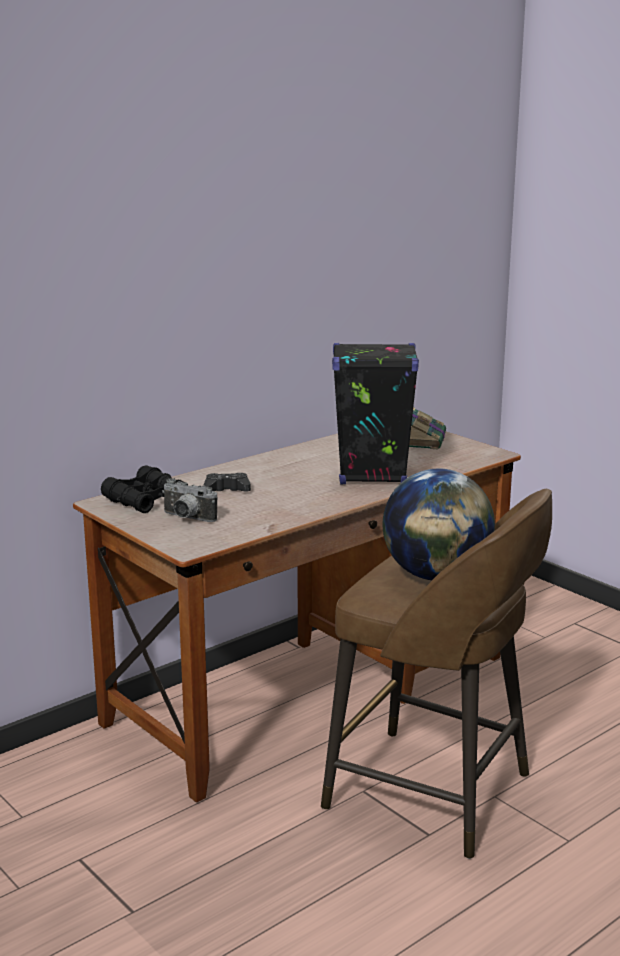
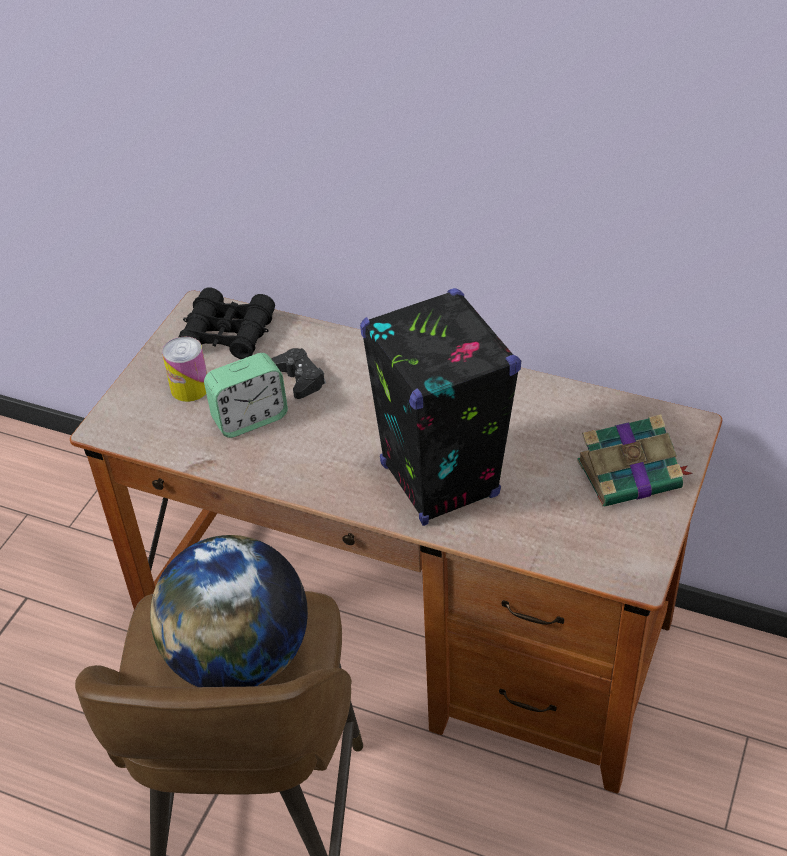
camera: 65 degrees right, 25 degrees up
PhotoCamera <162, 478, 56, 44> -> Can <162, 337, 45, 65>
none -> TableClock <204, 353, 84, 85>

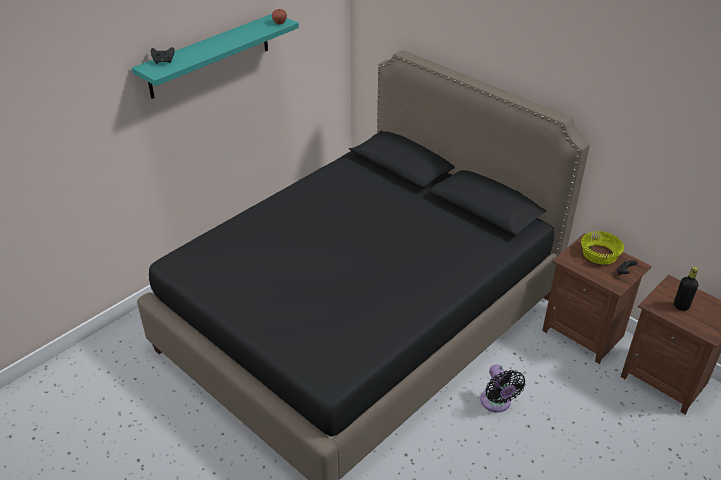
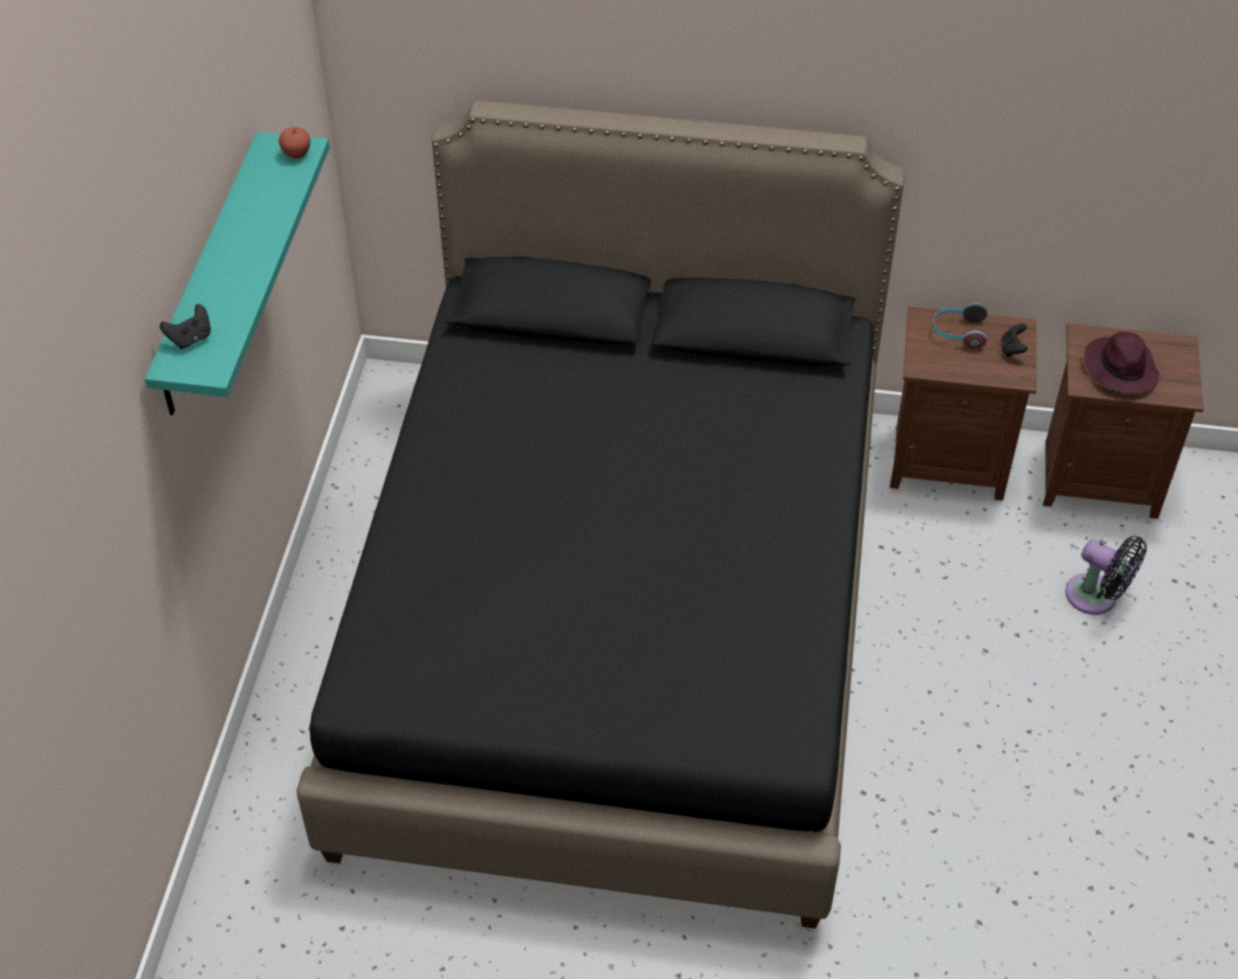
camera: 35 degrees left, 10 degrees up
BlackCoolingFan <480, 365, 45, 48> -> BlackCoolingFan <1065, 536, 82, 79>, shifted
YellowBowl <581, 231, 43, 34> -> PairOfHeadphones <933, 303, 54, 46>
BlackBeverageBottle <674, 267, 24, 44> -> PurplishClothingHat <1084, 332, 76, 62>

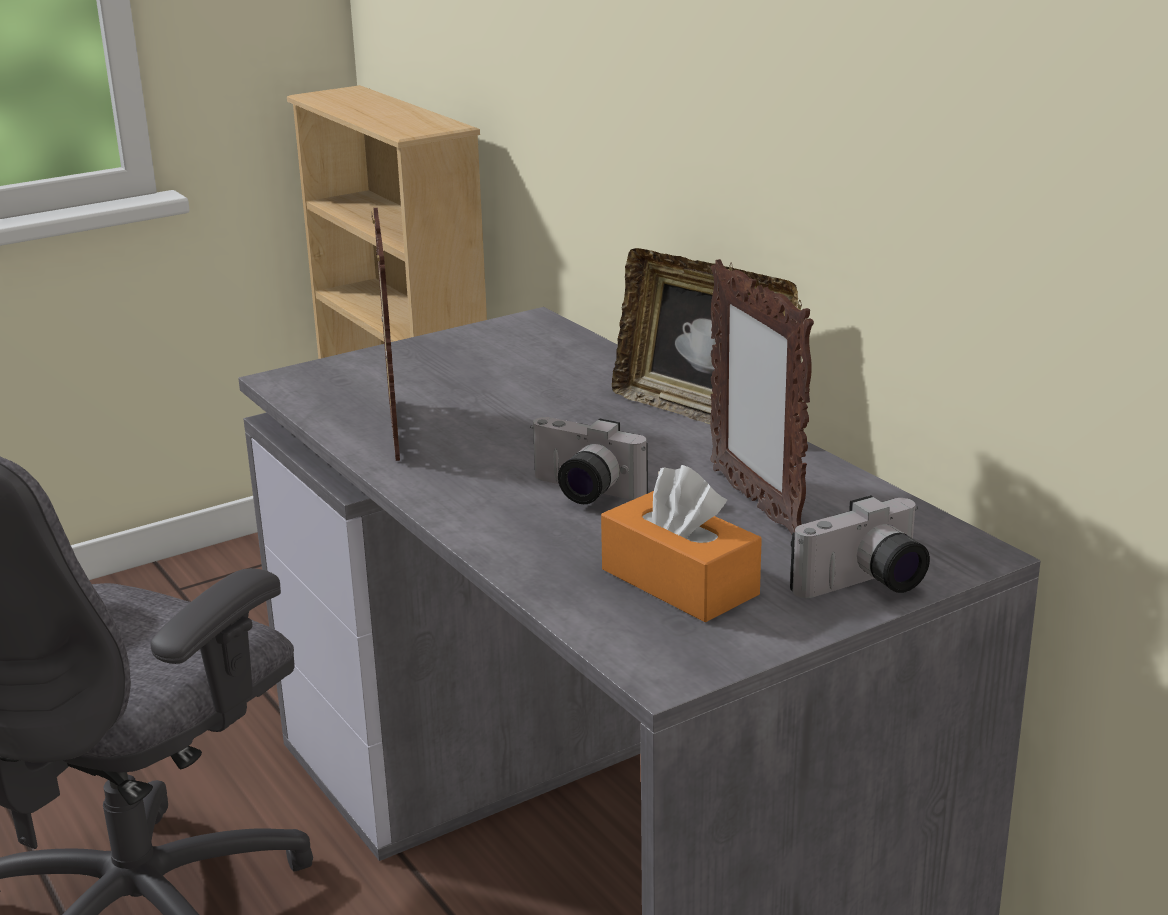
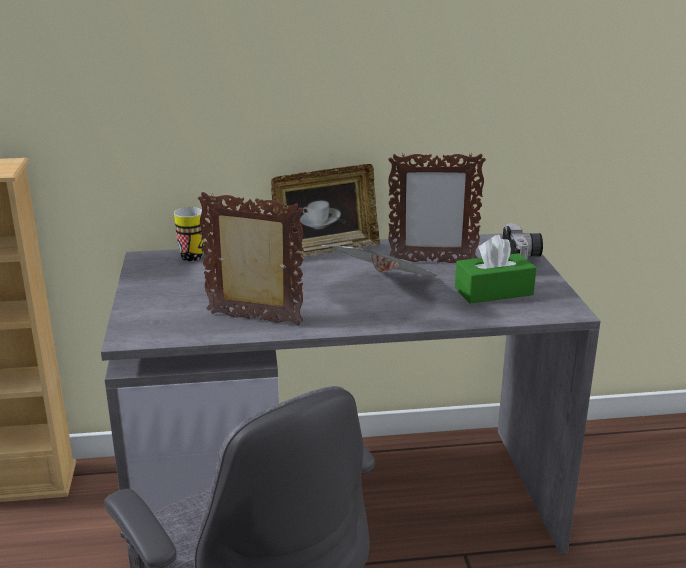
camera: 65 degrees left, 0 degrees up
PhotoCamera <530, 417, 118, 87> -> DailyPaper <322, 245, 115, 31>
OrangeBoxOfTissues <601, 465, 161, 157> -> GreenColouredBoxOfTissues <455, 235, 82, 69>
none -> Mug <174, 207, 30, 55>

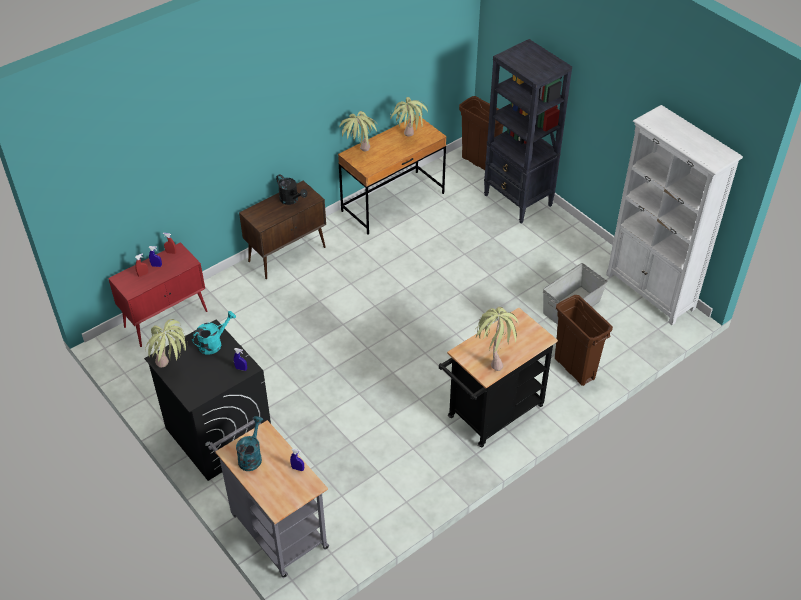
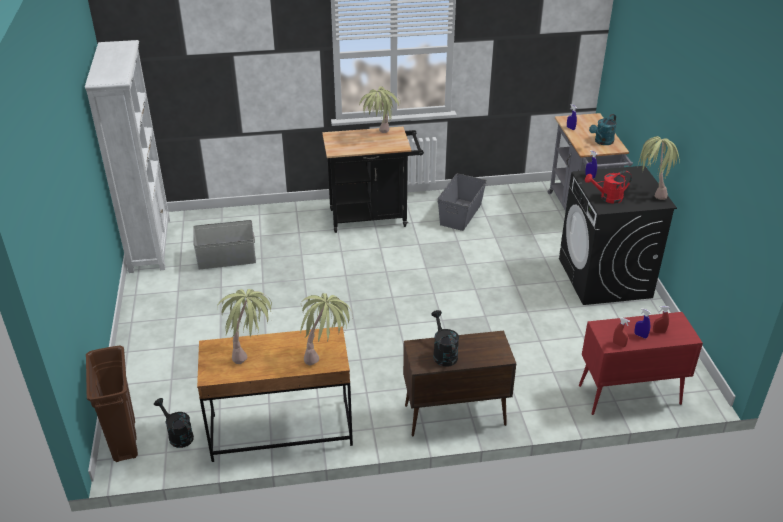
camera: 150 degrees left, 10 degrees down
TurquoiseColouredWateringPot <192, 311, 44, 44> -> RedWateringPot <585, 171, 47, 33>
BlackBookshelf <484, 39, 88, 184> -> none
BrownishRubbishBin <555, 295, 58, 91> -> none
none -> BlackWateringPot <154, 398, 40, 50>
none -> GreyStorageBin <437, 173, 50, 58>

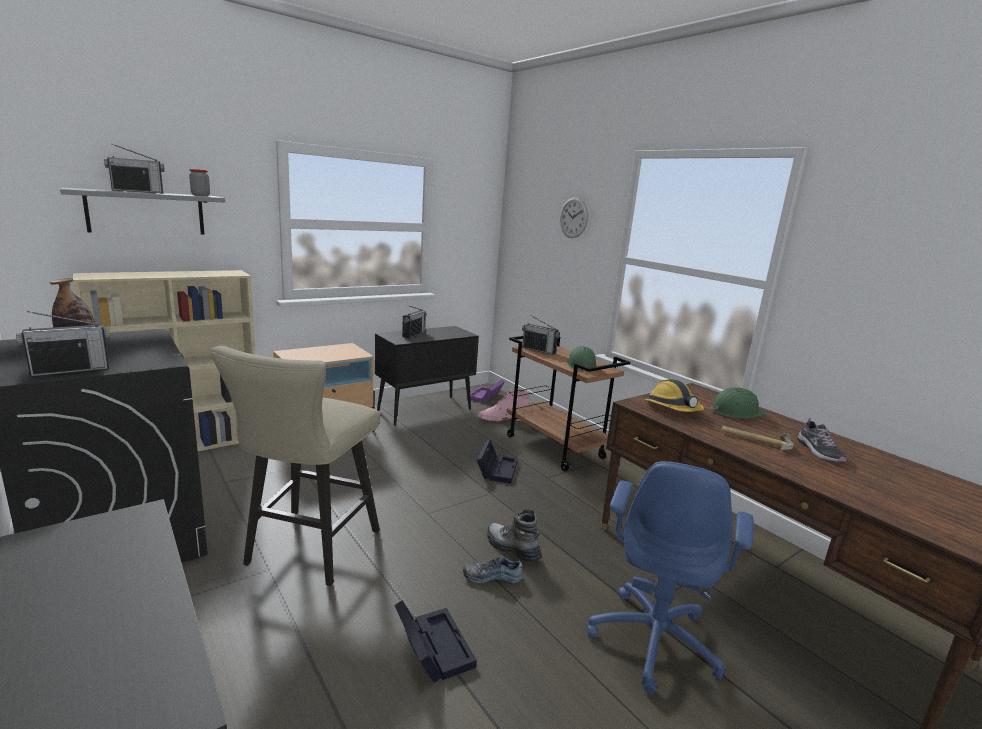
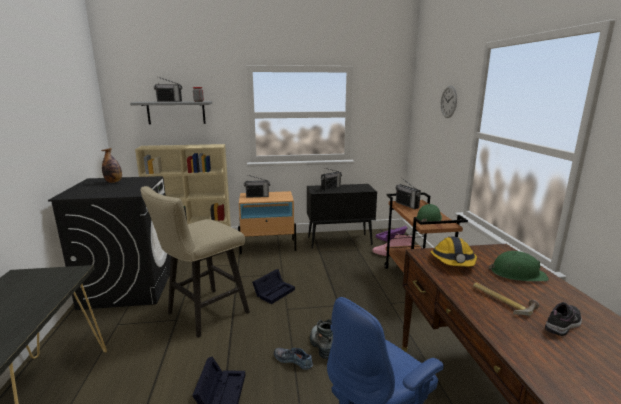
camera: 30 degrees right, 0 degrees up
RadioSet <16, 311, 94, 66> -> RadioSet <244, 175, 26, 23>, shifted
BlackStorageBin <477, 439, 41, 45> -> BlackStorageBin <252, 269, 43, 35>, shifted
LowShoe <797, 418, 49, 44> -> LowShoe <545, 302, 37, 34>, 150 degrees counterclockwise

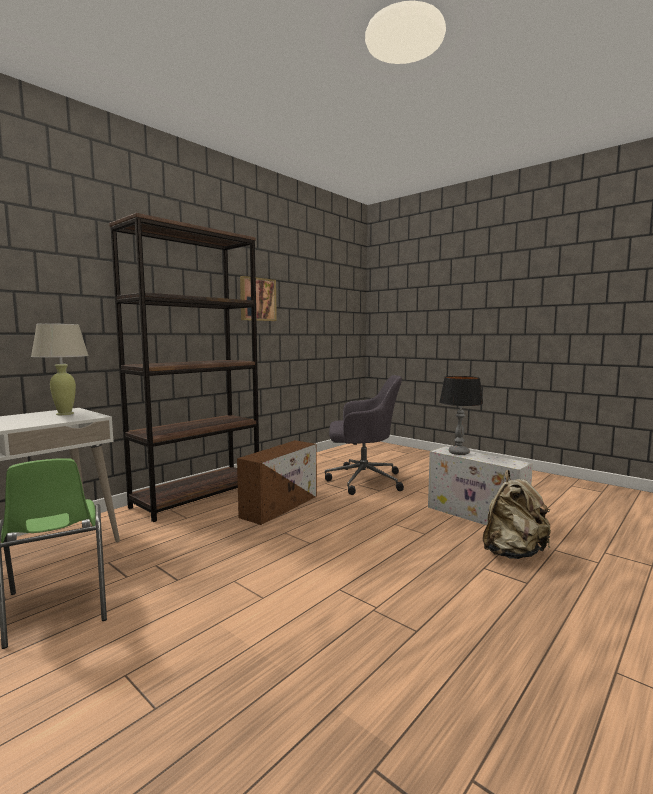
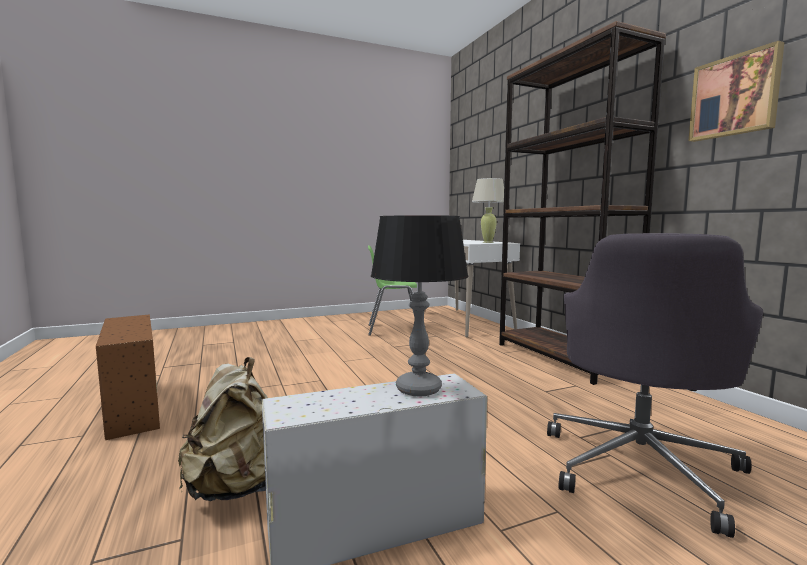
camera: 115 degrees right, 0 degrees up
BrownishStorageBin <237, 440, 80, 85> -> BrownishStorageBin <96, 315, 64, 125>, shifted

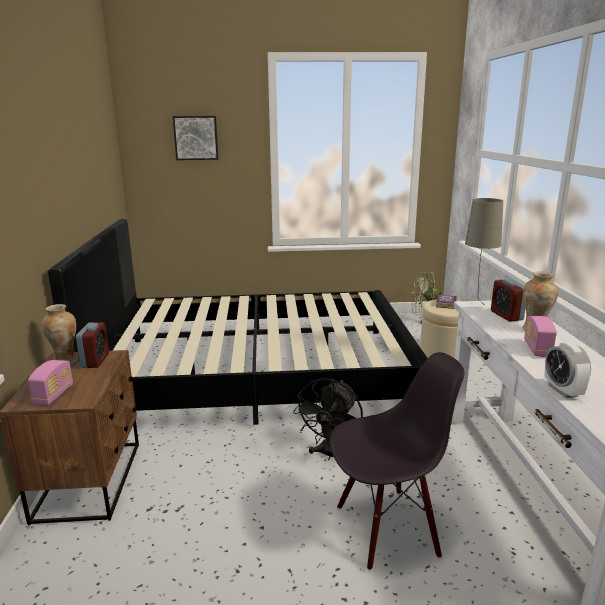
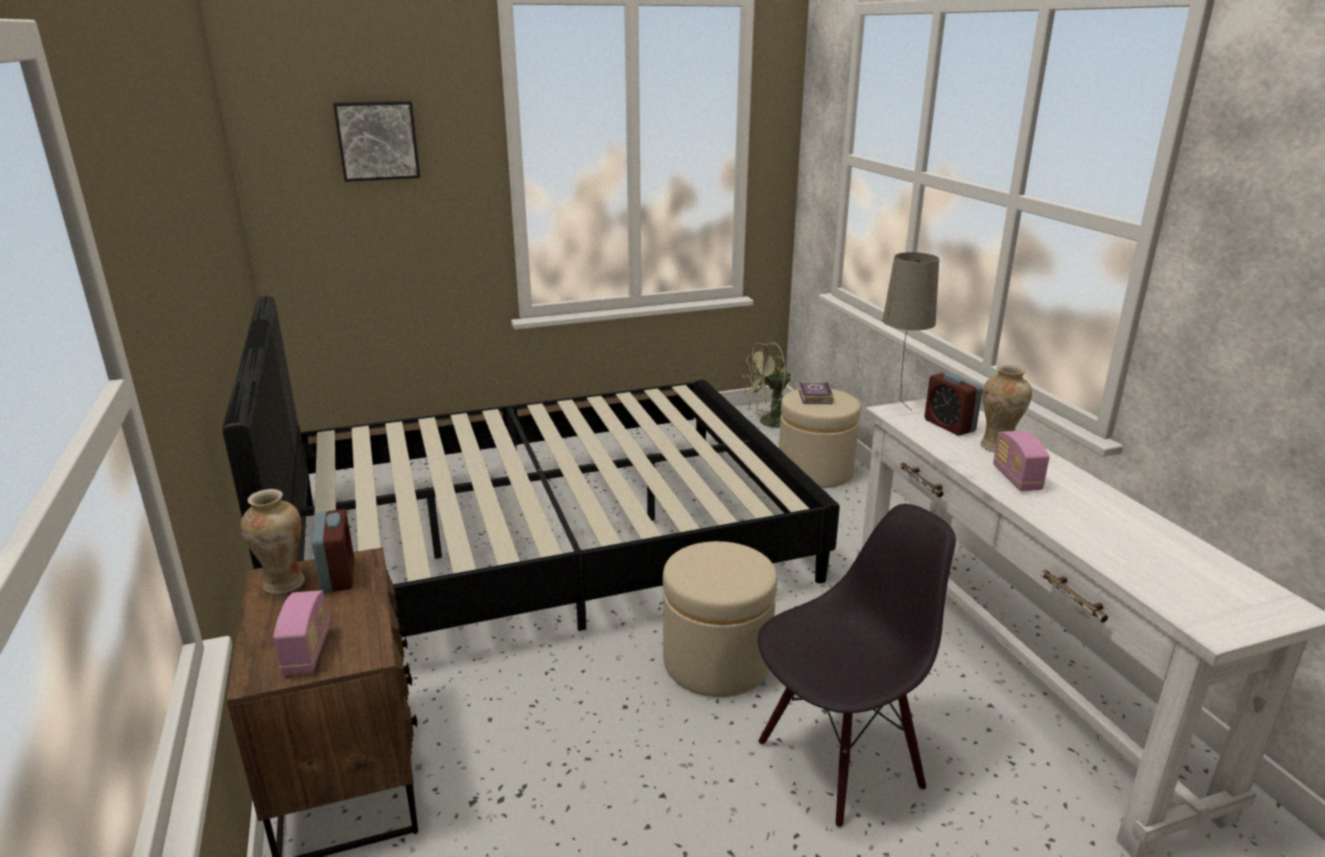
camera: 15 degrees left, 5 degrees up
BlackCoolingFan <293, 378, 70, 82> -> BeigeColouredOttoman <663, 541, 114, 156>
TableClock <544, 342, 47, 56> -> none

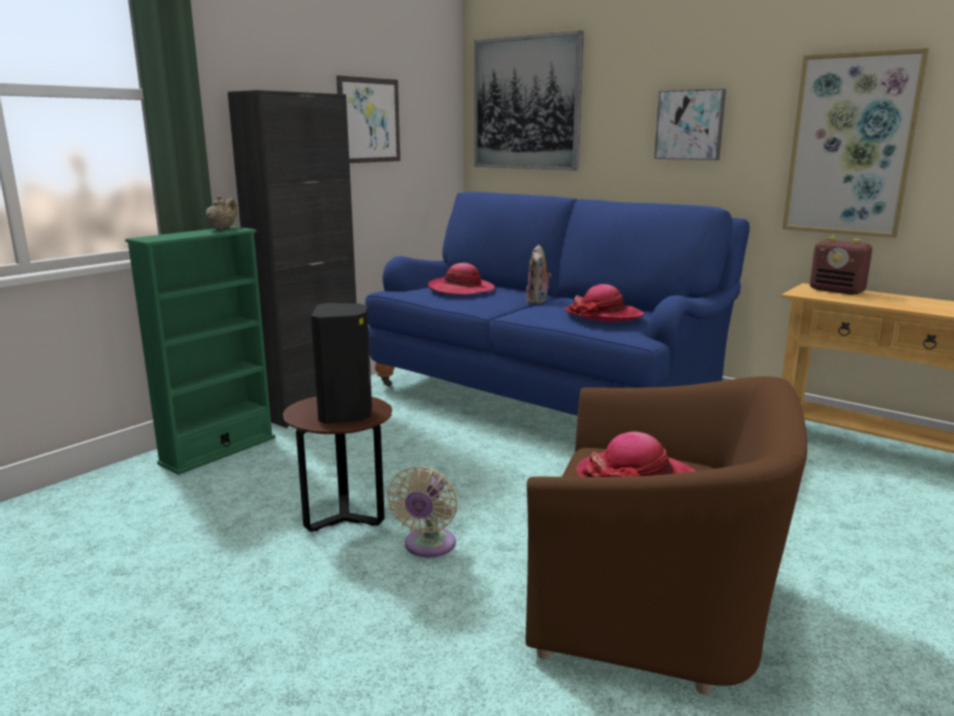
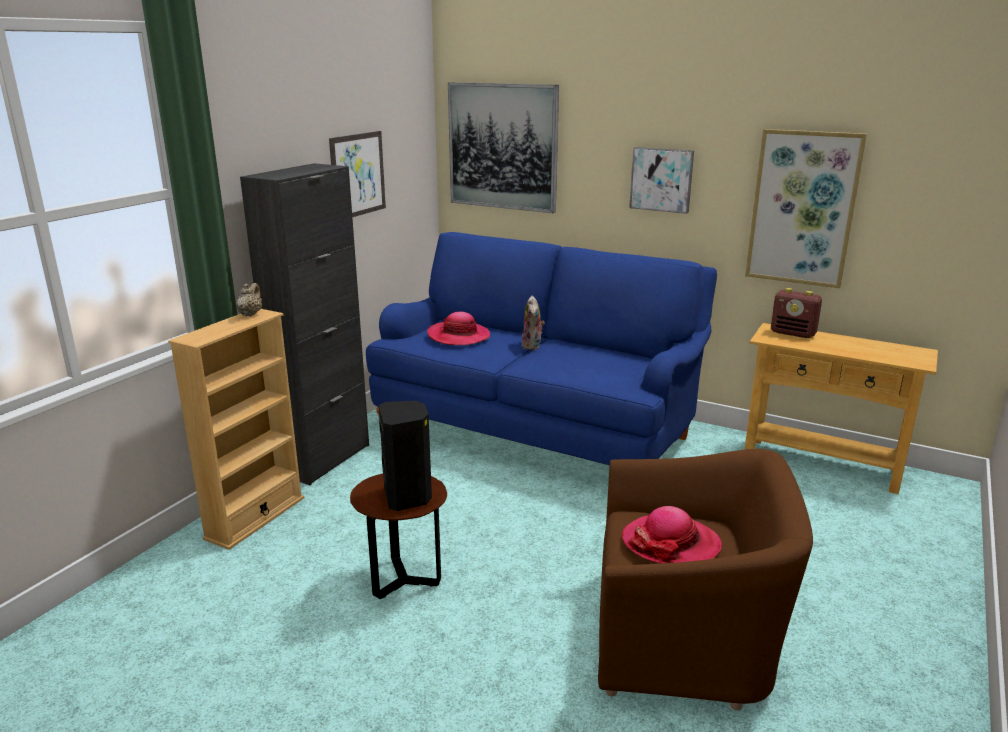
camera: 10 degrees left, 5 degrees up
GreenColouredBookshelf <125, 226, 150, 249> -> BeigeColouredBookshelf <168, 309, 136, 241>
BeigeColouredCoolingFan <387, 466, 71, 91> -> none
ClothingHat <565, 284, 79, 38> -> none

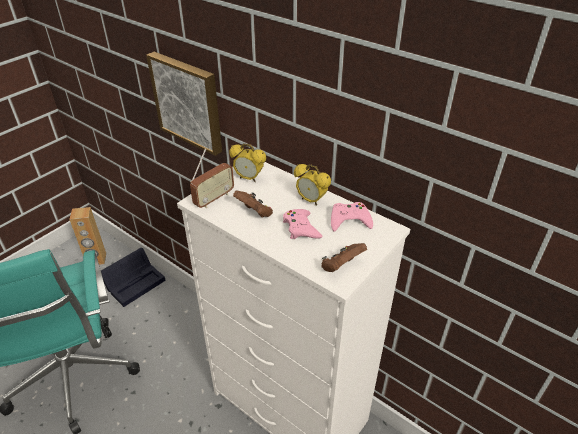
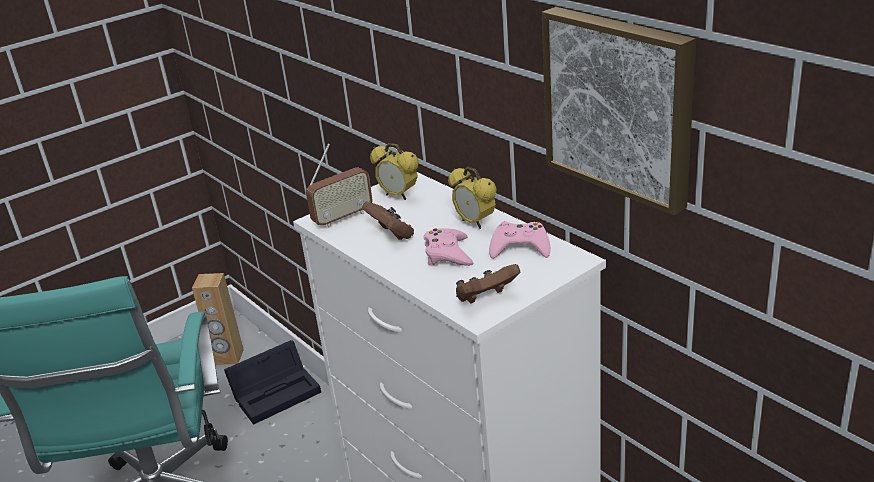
camera: 15 degrees right, 10 degrees down
Picture <146, 52, 76, 104> -> Picture <542, 7, 154, 208>, shifted

